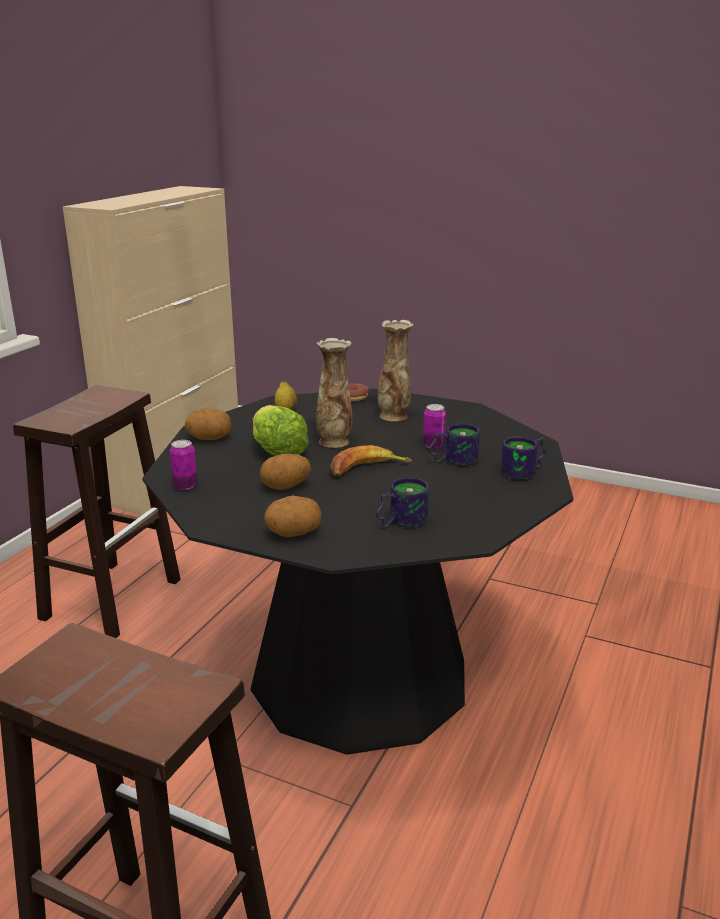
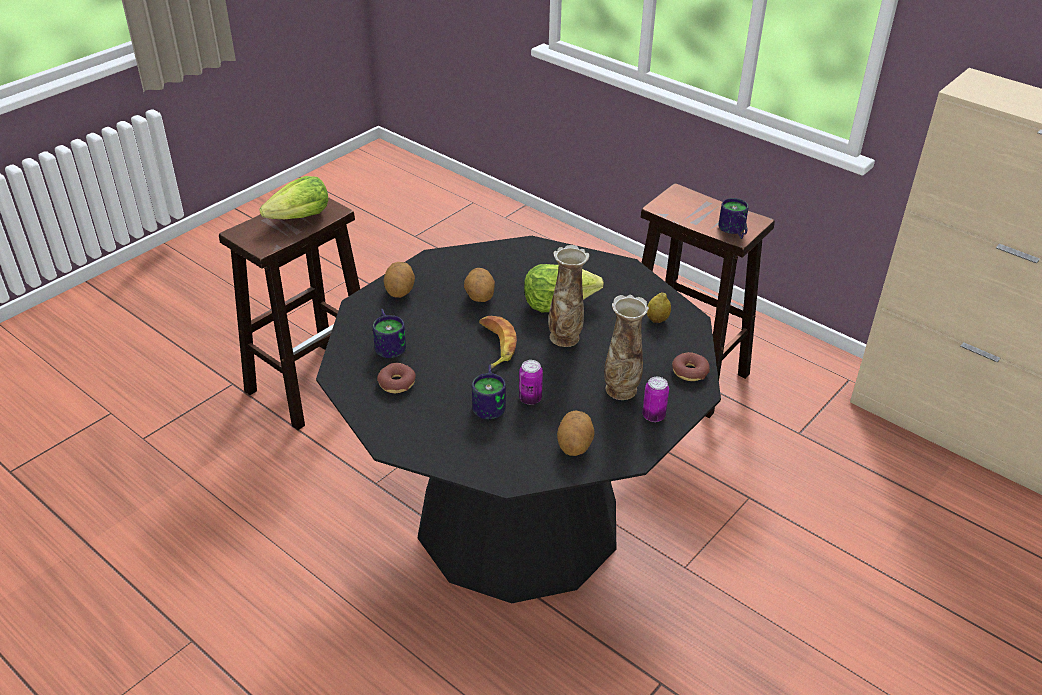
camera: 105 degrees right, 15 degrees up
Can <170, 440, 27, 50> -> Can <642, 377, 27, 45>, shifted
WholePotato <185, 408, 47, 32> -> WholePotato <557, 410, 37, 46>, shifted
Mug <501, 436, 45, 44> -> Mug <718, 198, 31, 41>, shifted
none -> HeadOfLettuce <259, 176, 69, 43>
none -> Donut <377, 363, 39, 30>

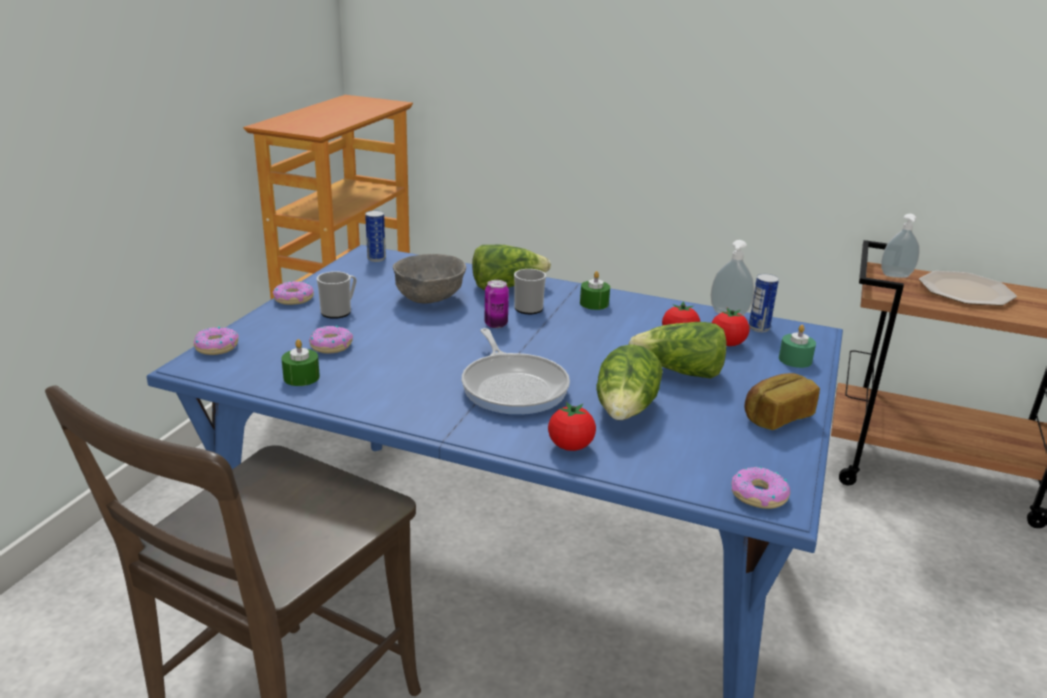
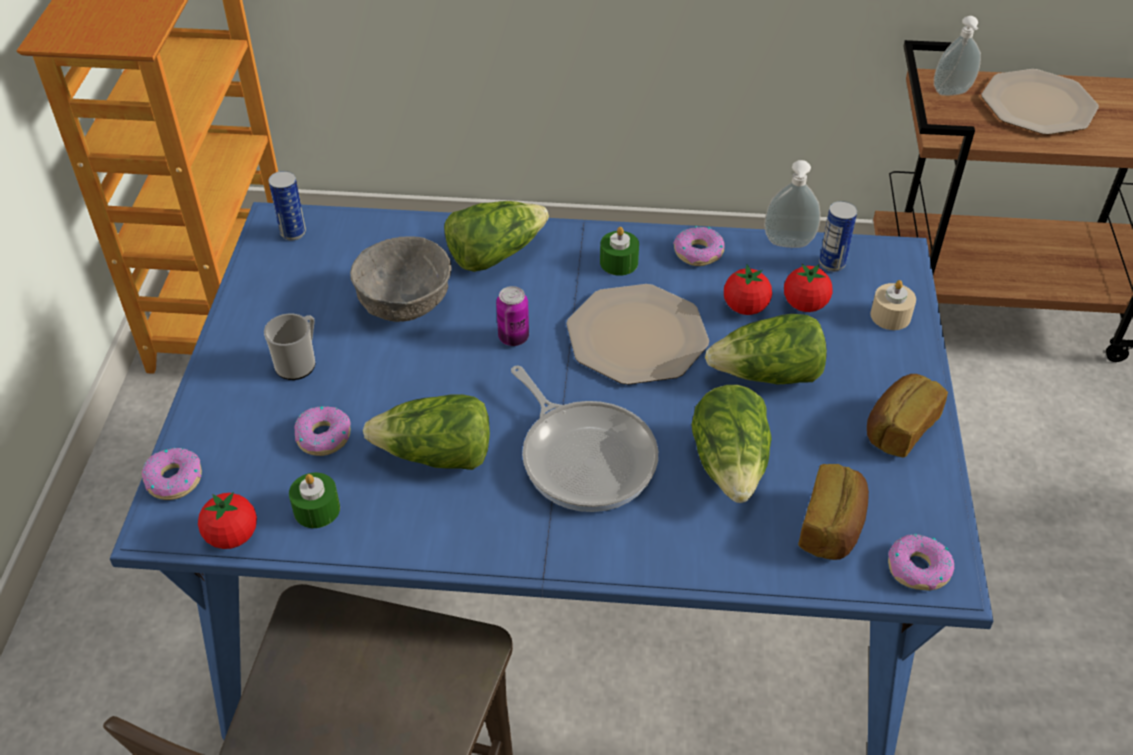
camera: 15 degrees left, 20 degrees up
Donut <273, 281, 41, 24> -> Donut <673, 226, 52, 40>, shifted
Mug <514, 269, 32, 45> -> none
Tomato <548, 402, 48, 49> -> Tomato <198, 492, 59, 57>, shifted
GreenColouredCandle <779, 325, 37, 43> -> BeigeColouredCandle <870, 280, 46, 50>
none -> HeadOfLettuce <363, 394, 127, 76>
none -> FlatDish <566, 284, 143, 101>
none -> BakeryBread <798, 464, 71, 96>

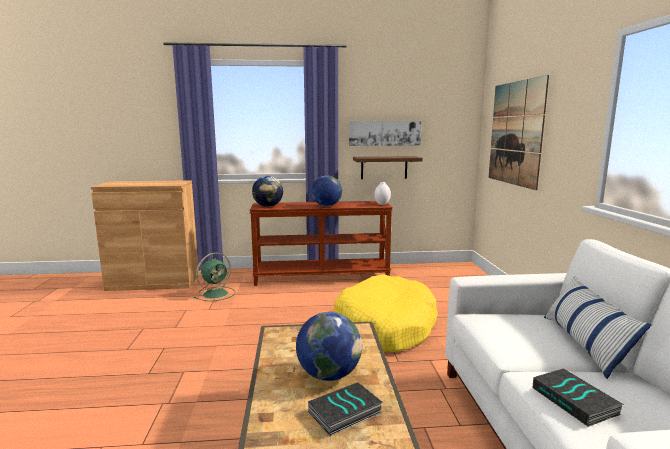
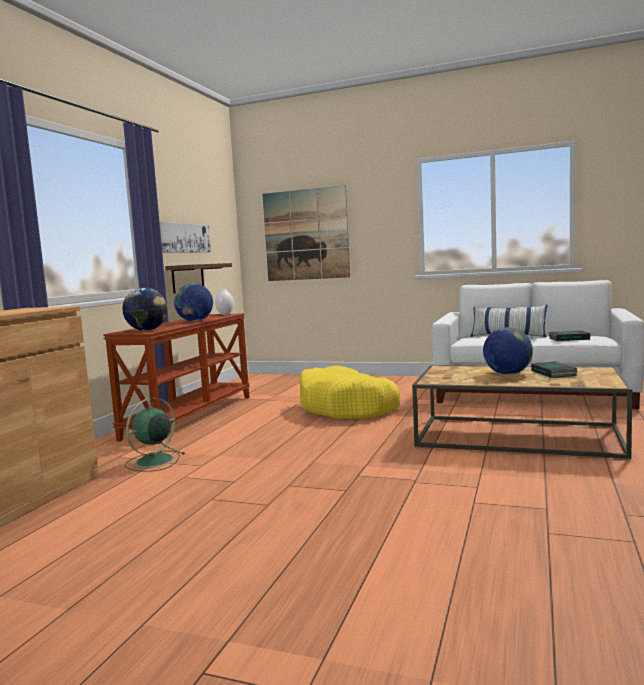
camera: 65 degrees left, 5 degrees down
GreenColouredCoolingFan <194, 253, 41, 48> -> GreenColouredCoolingFan <124, 398, 61, 74>, 120 degrees counterclockwise

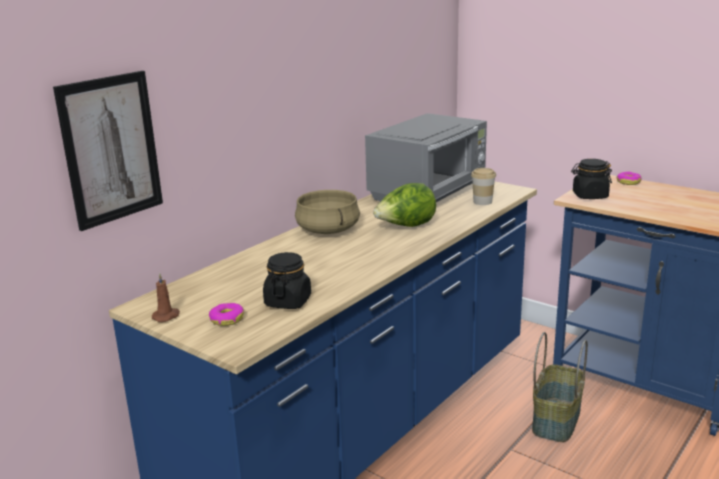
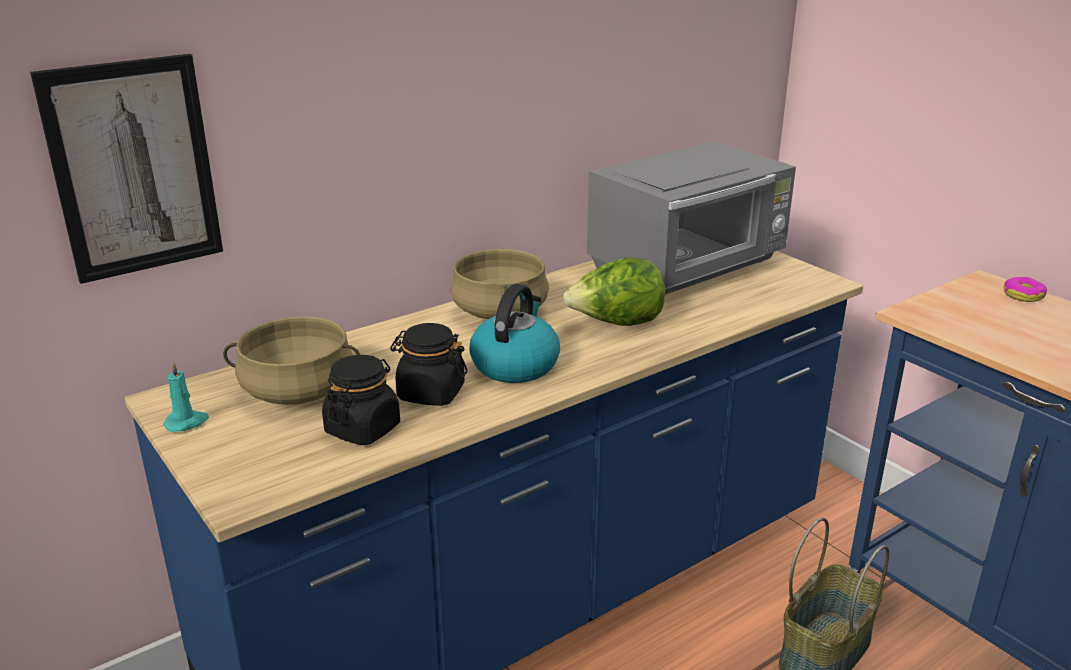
camera: 15 degrees right, 5 degrees up
BrownishCandle <152, 273, 28, 49> -> TurquoiseColouredCandle <163, 361, 46, 71>
Donut <209, 303, 35, 23> -> none
DrinkingCup <471, 168, 25, 37> -> none
BlackStorageJar <571, 159, 41, 40> -> BlackStorageJar <390, 323, 77, 83>, shifted
none -> BeigeColouredCookingPot <223, 316, 137, 89>
none -> TeaKettle <469, 284, 91, 99>

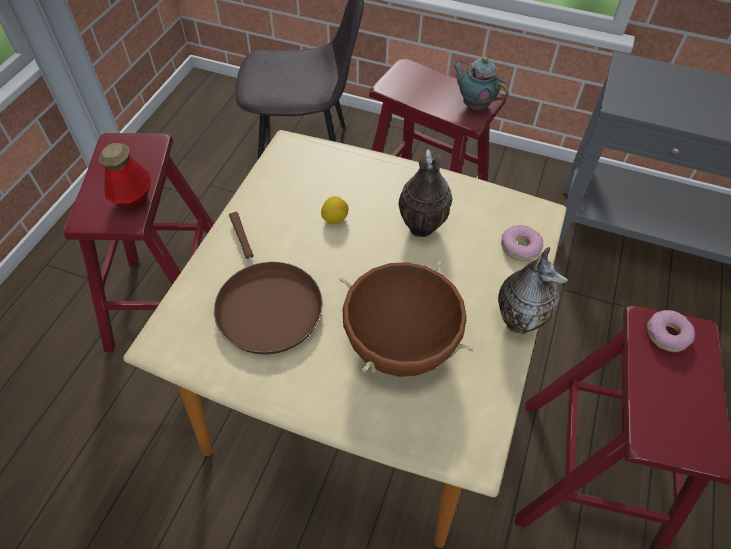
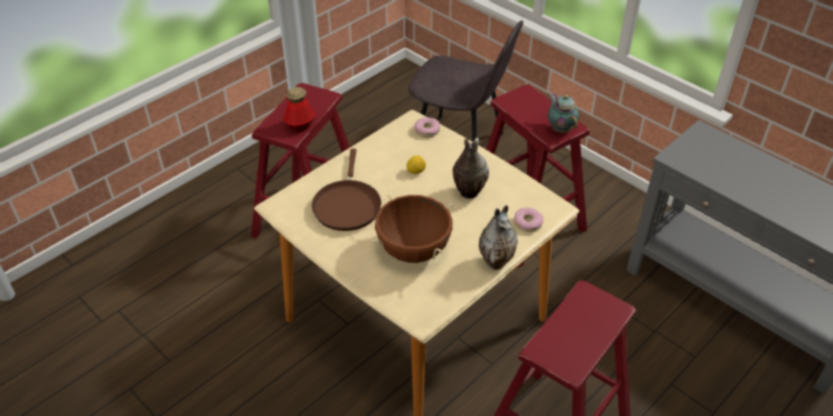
camera: 25 degrees right, 10 degrees down
Donut <647, 310, 48, 42> -> Donut <414, 117, 26, 20>, shifted

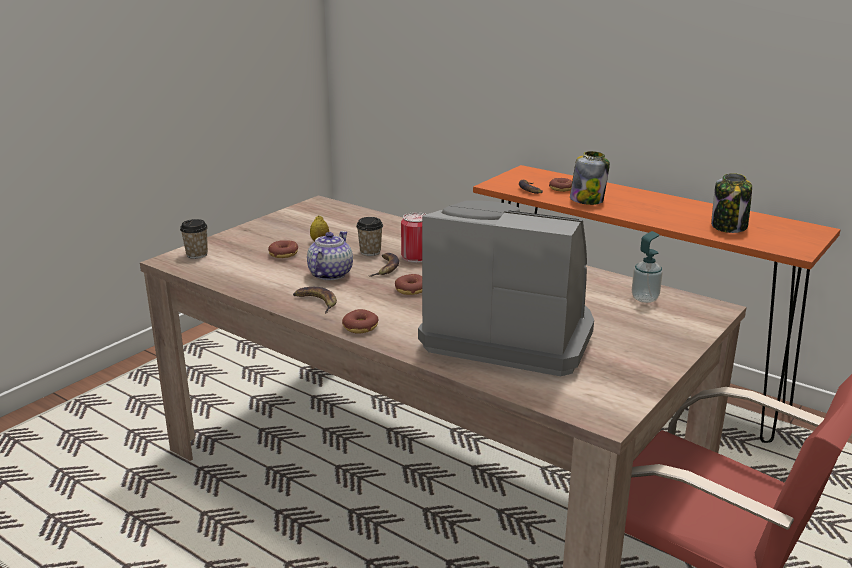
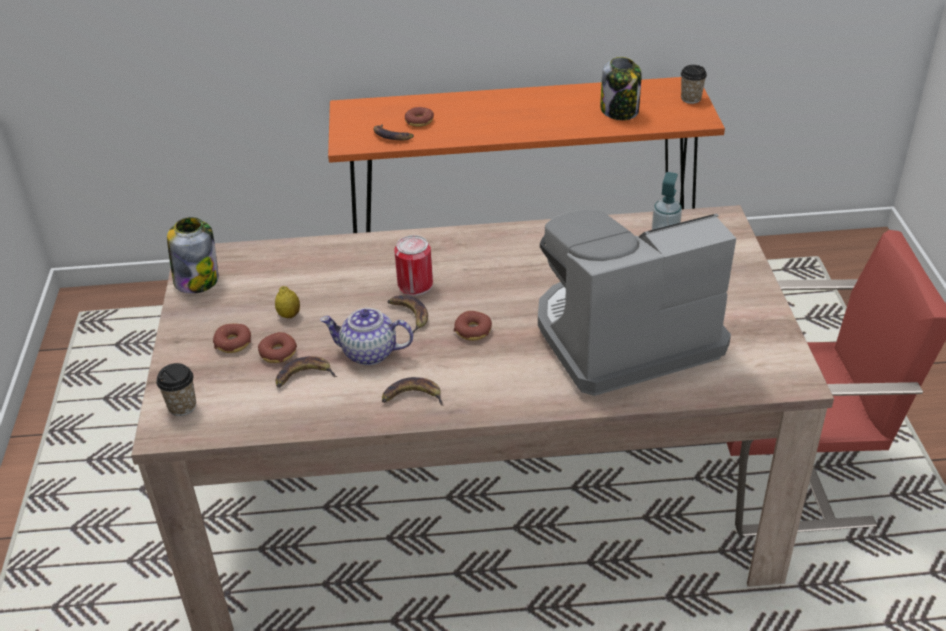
camera: 40 degrees left, 15 degrees up
TeaPot <307, 231, 46, 49> -> TeaPot <320, 308, 93, 57>, 60 degrees counterclockwise
Donut <342, 309, 37, 24> -> Donut <213, 324, 38, 29>, shifted
DrinkingCup <356, 217, 27, 39> -> DrinkingCup <681, 65, 26, 39>, shifted
StorageJar <570, 151, 40, 54> -> StorageJar <167, 217, 52, 77>, shifted
none -> BananaFruit <275, 356, 62, 32>

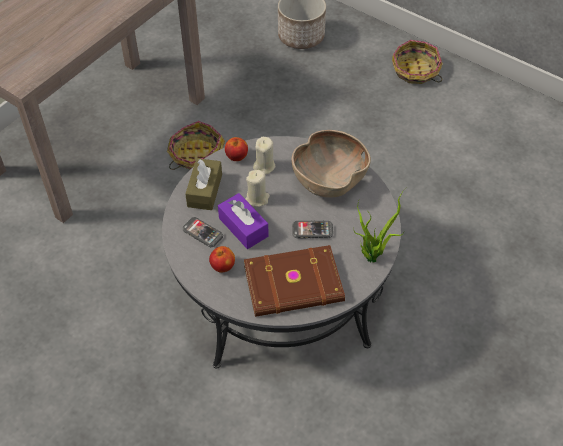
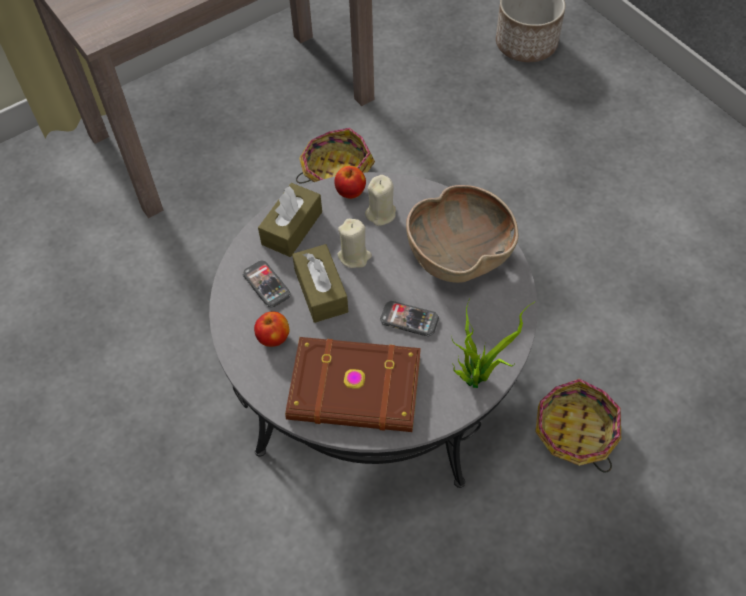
camera: 20 degrees right, 5 degrees up
PurplishBoxOfTissues <218, 193, 51, 56> -> BrownishBoxOfTissues <292, 244, 56, 79>
Basket <392, 40, 51, 44> -> Basket <535, 379, 86, 94>, shifted

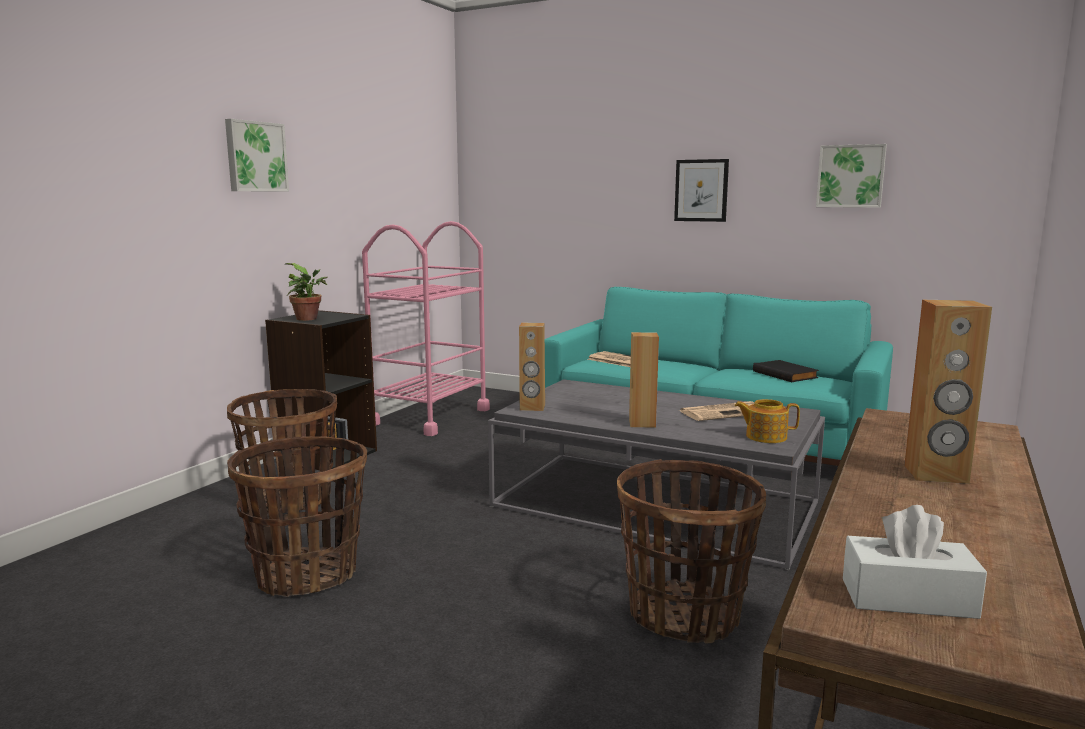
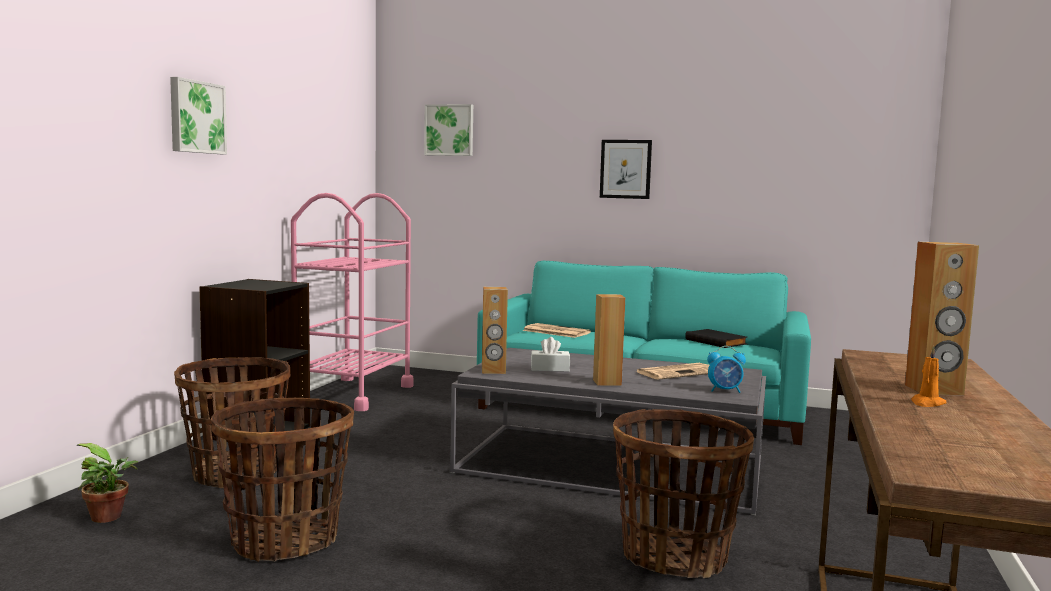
camera: 10 degrees left, 5 degrees down
Houseplant <284, 263, 44, 58> -> Houseplant <76, 443, 62, 80>, shifted
TeaPot <735, 399, 65, 44> -> TableClock <707, 346, 39, 47>
Picture <816, 144, 71, 64> -> Picture <424, 104, 49, 52>, shifted
WhitishBoxOfTissues <843, 505, 144, 114> -> WhitishBoxOfTissues <531, 337, 39, 35>, shifted
none -> OrangeCandle <911, 346, 36, 61>

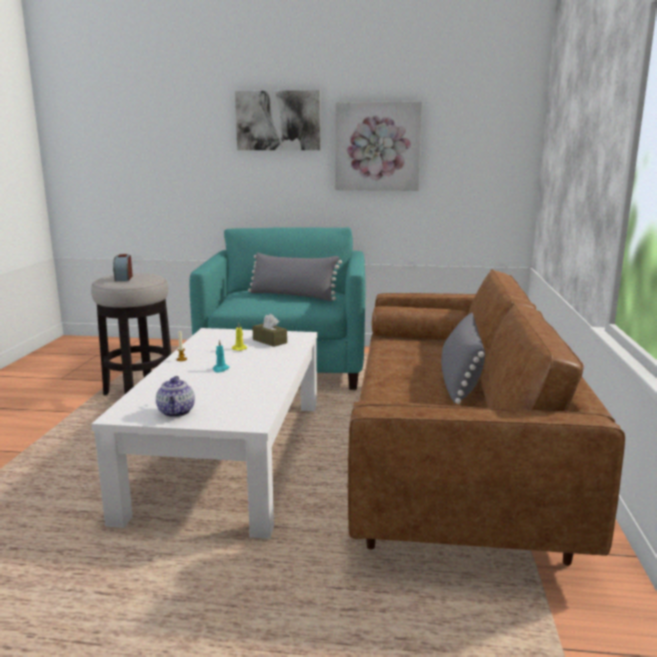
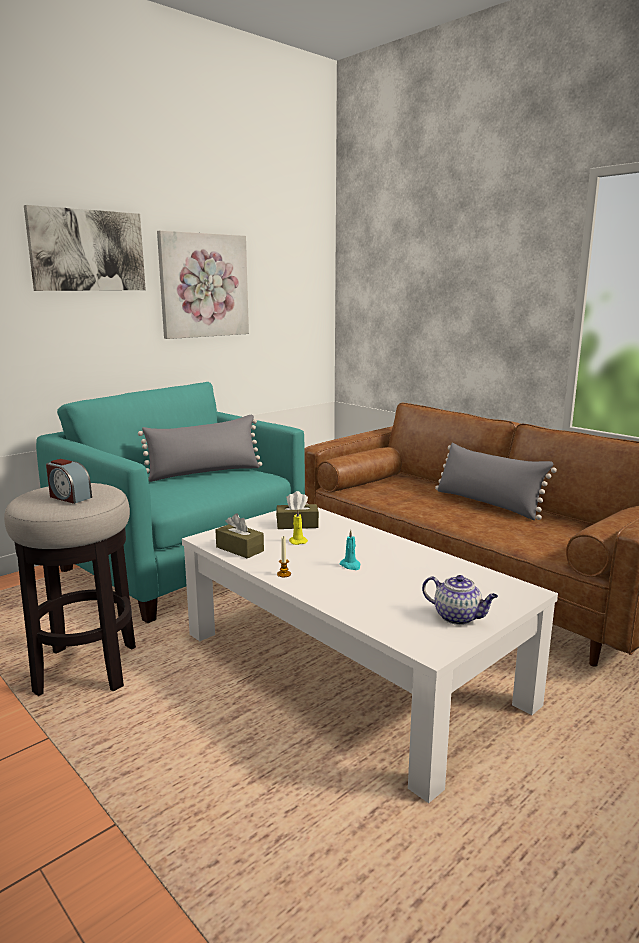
camera: 50 degrees left, 0 degrees up
none -> BrownishBoxOfTissues <215, 514, 49, 44>

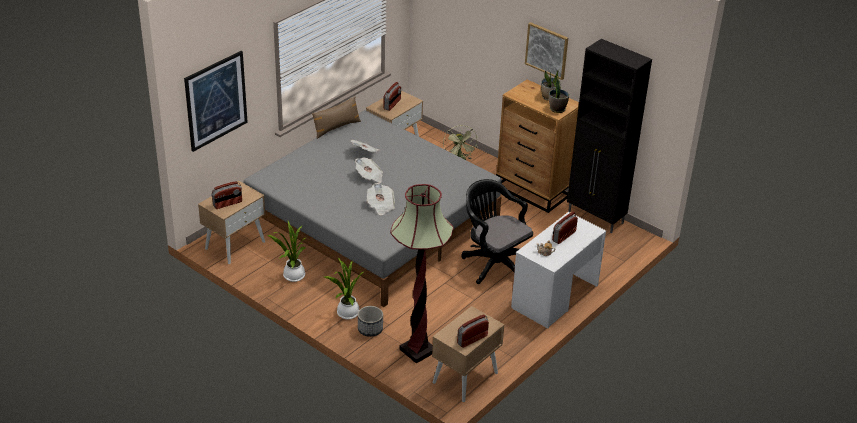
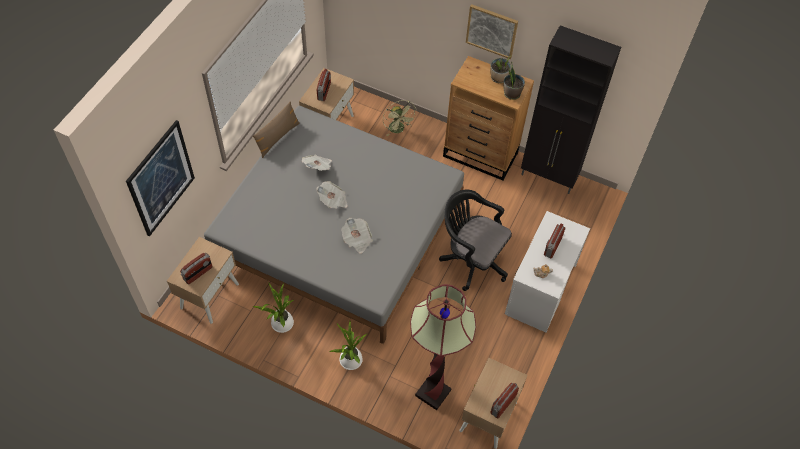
camera: 15 degrees left, 20 degrees up
FlowerPot <358, 306, 25, 31> -> none

